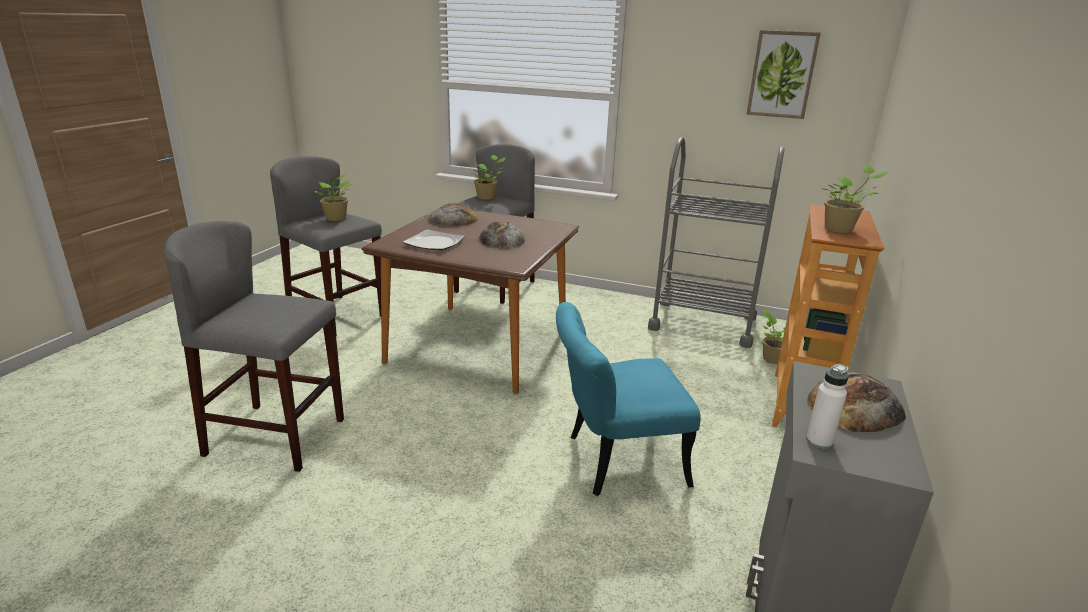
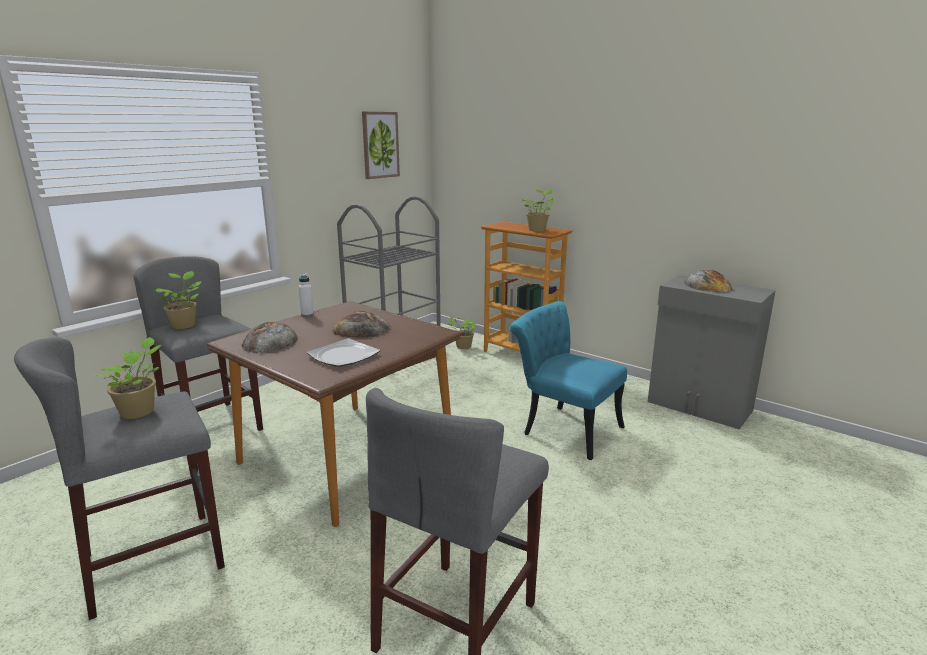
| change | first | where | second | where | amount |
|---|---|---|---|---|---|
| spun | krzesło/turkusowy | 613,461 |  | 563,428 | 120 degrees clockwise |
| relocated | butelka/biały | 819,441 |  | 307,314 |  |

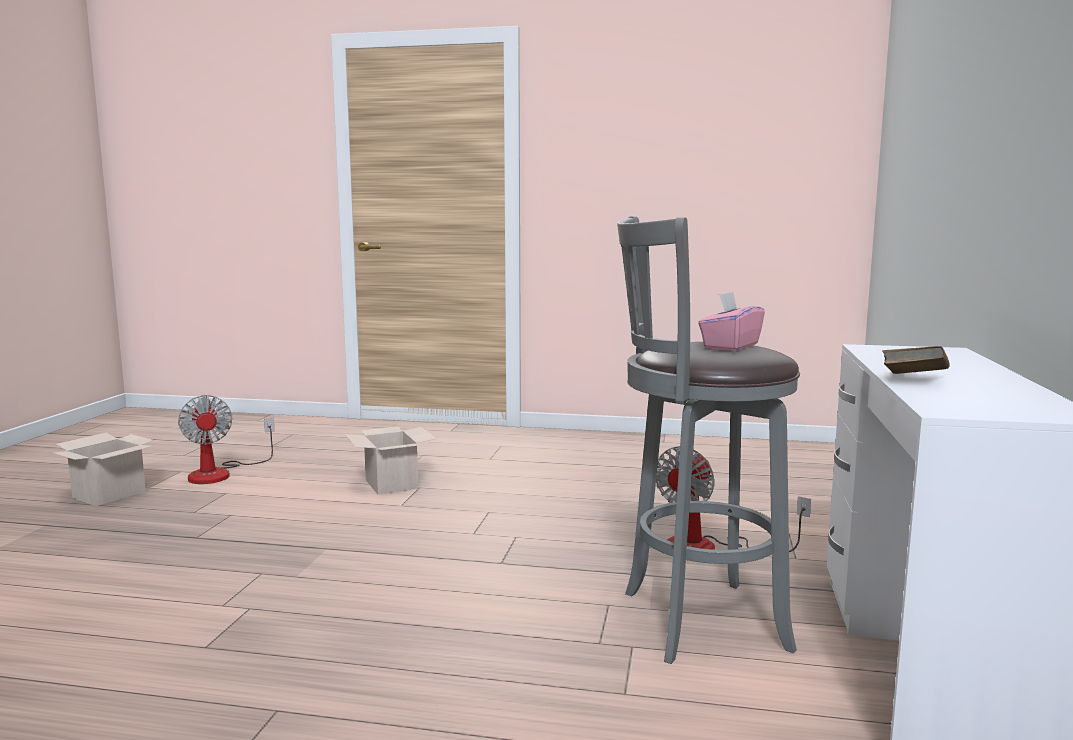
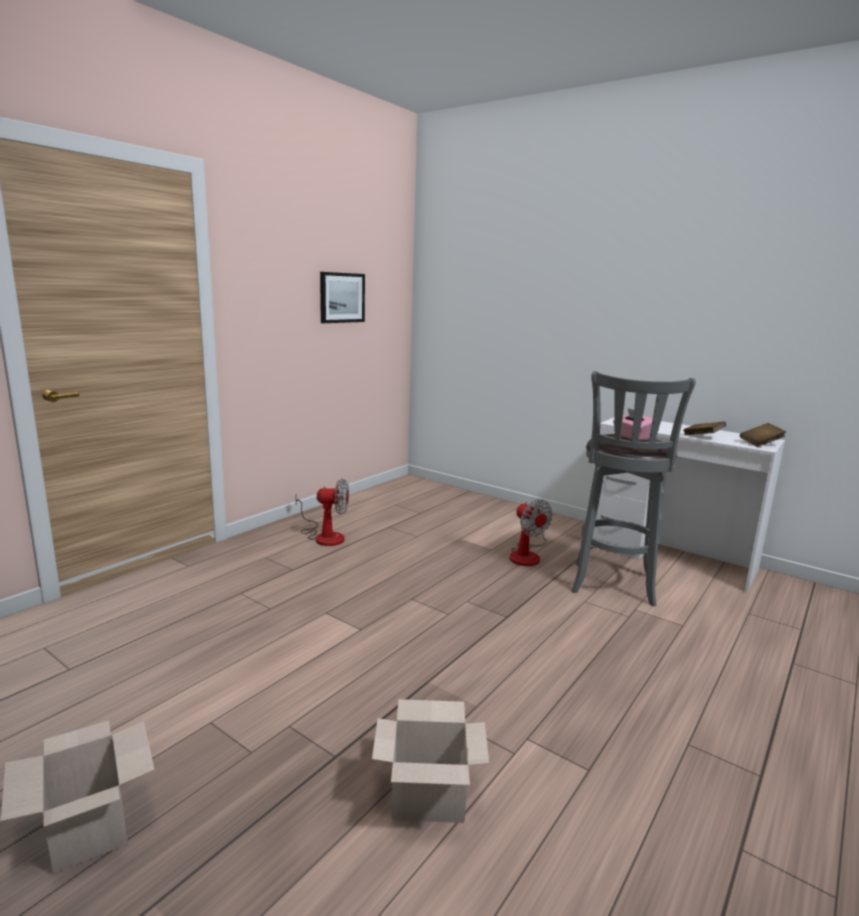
| change | first | where | second | where | amount |
|---|---|---|---|---|---|
| relocated | wentylator | 221,473 |  | 324,536 |  |
| relocated | karton | 393,484 |  | 430,795 |  |
| appeared |  |  | obraz | 341,297 |  |
| appeared |  |  | książka/brązowy | 761,443 |  |

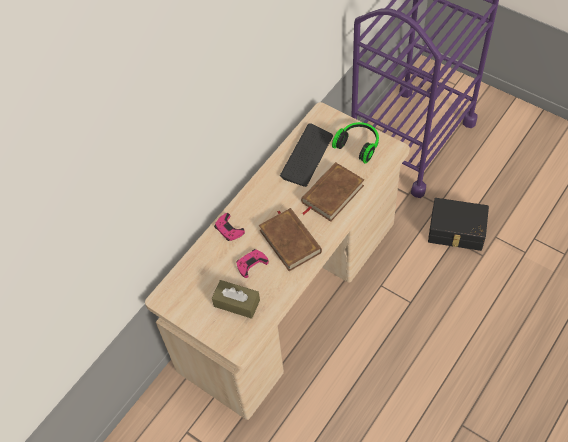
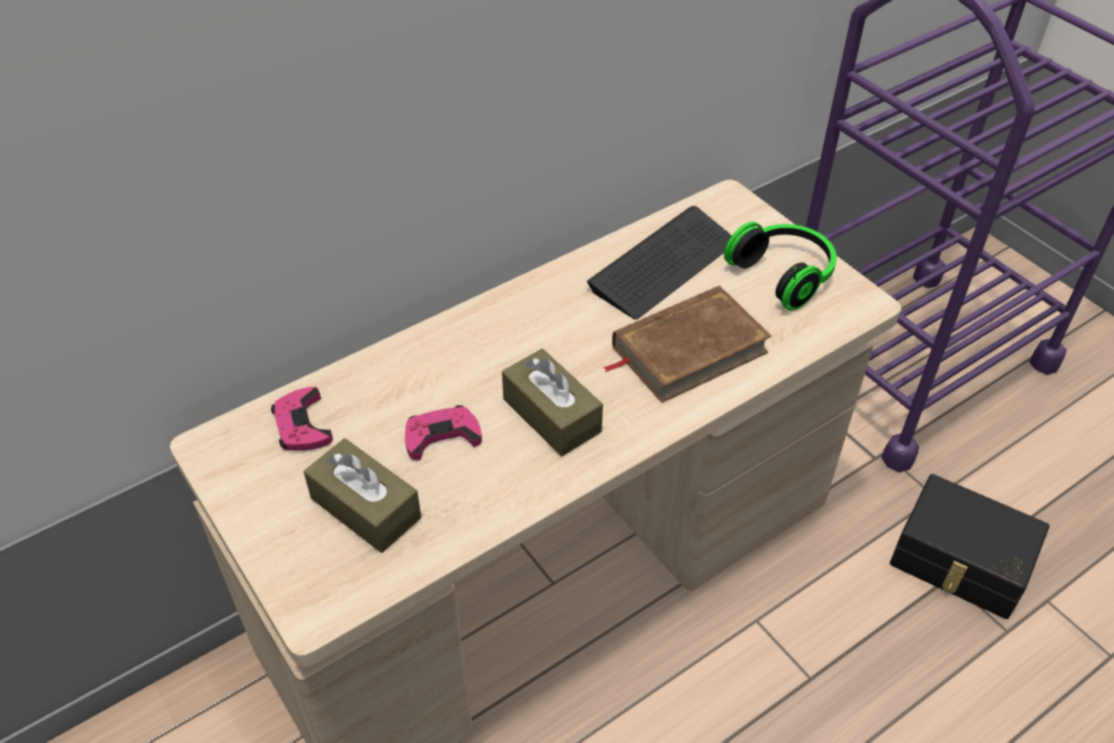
| change | first | where | second | where | amount |
|---|---|---|---|---|---|
| exchanged | książka/brązowy | 290,241 | pudełko chusteczek/brązowy | 551,415 |  |
| relocated | pad do gier/różowy | 229,229 |  | 302,425 |  |

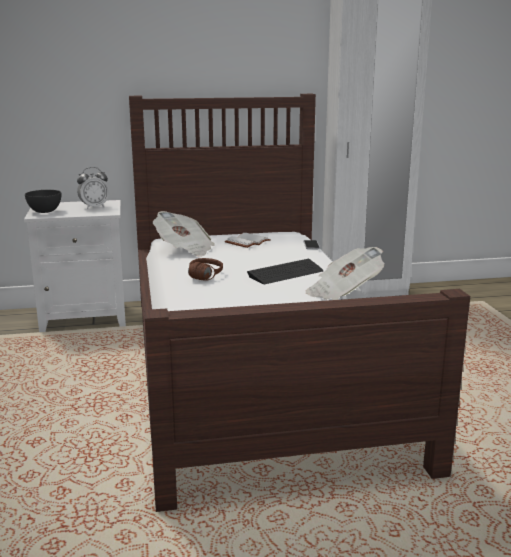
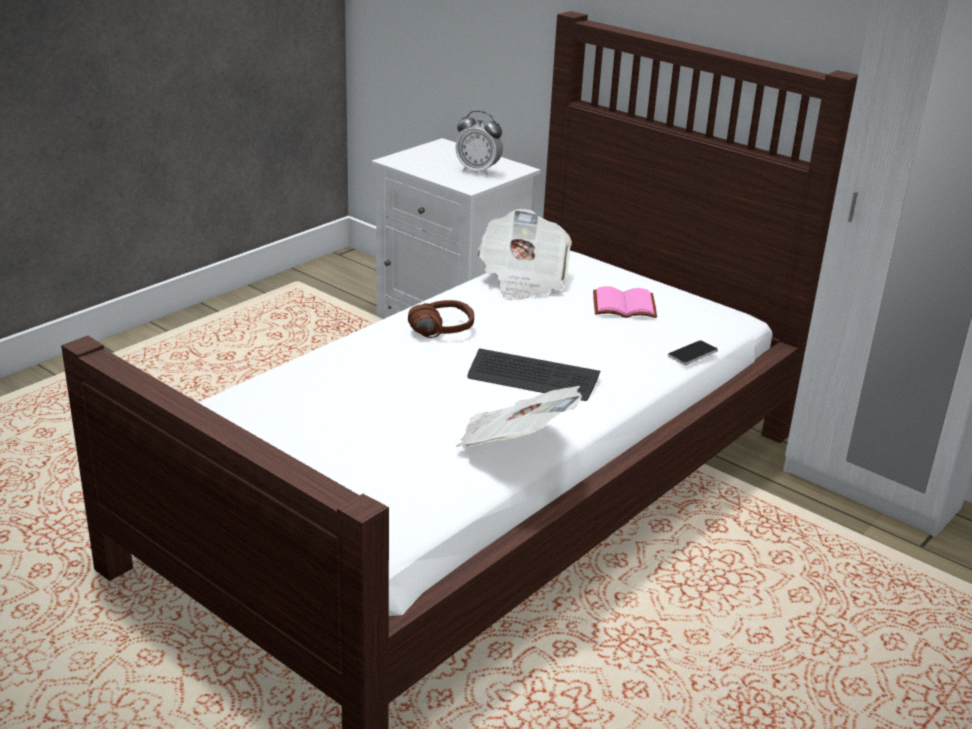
| change | first | where | second | where | amount |
|---|---|---|---|---|---|
| missing | miska/szary | 45,211 |  |  |  |
| colour | książka/biały | 248,242 | książka/różowy | 623,307 |  |

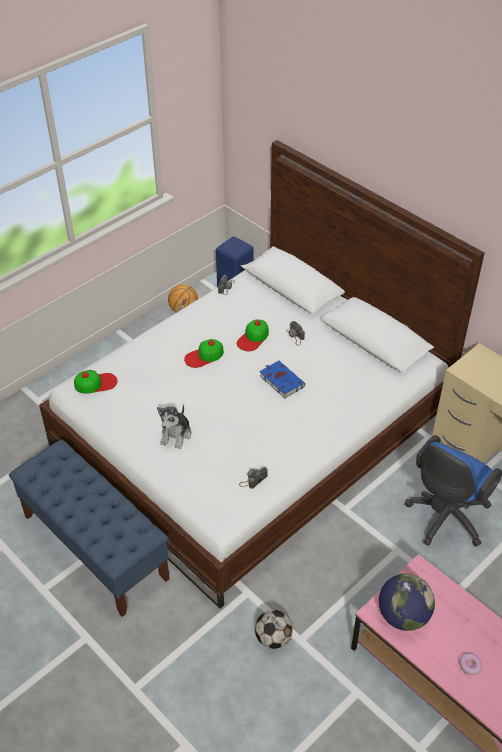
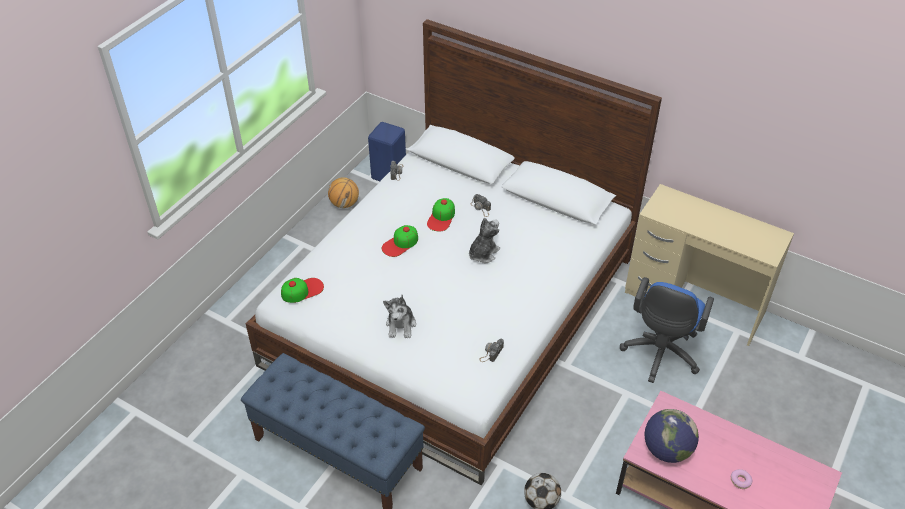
| change | first | where | second | where | amount |
|---|---|---|---|---|---|
| exchanged | książka/niebieski | 280,380 | pluszak | 483,253 |  |

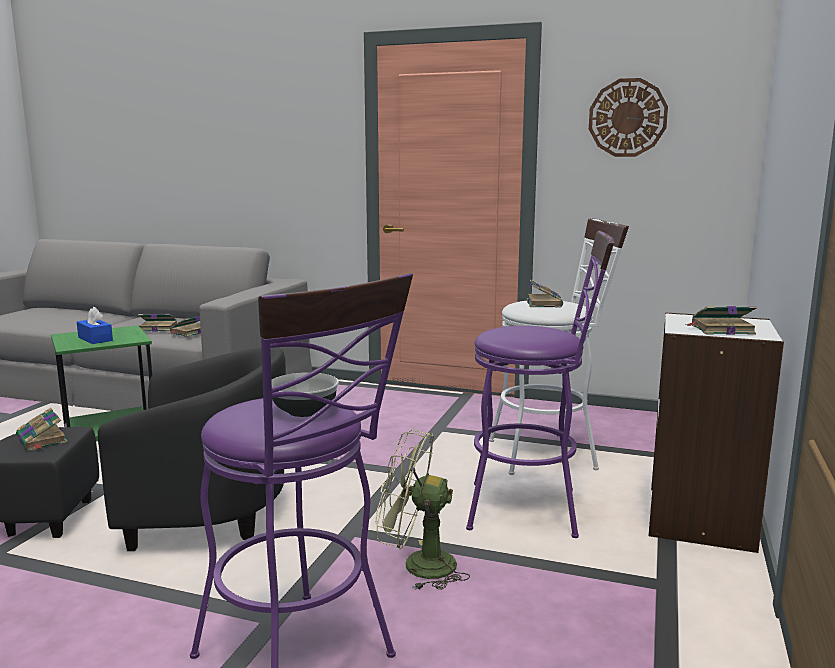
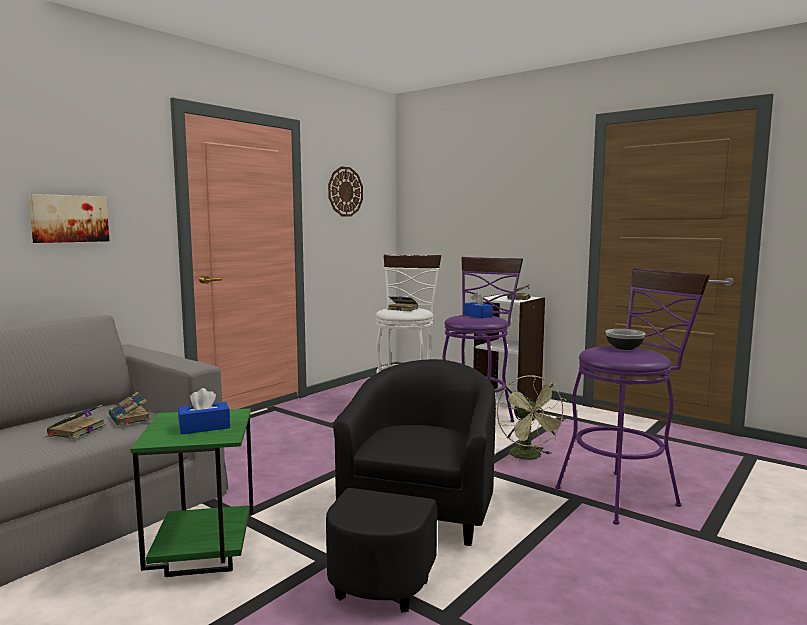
| change | first | where | second | where | amount |
|---|---|---|---|---|---|
| missing | książka | 42,440 |  |  |  |
| spun | wentylator/zielony | 417,565 |  | 529,457 | 45 degrees counterclockwise |
| appeared |  |  | obraz | 69,218 |  |
| appeared |  |  | pudełko chusteczek/niebieski | 478,315 |  |

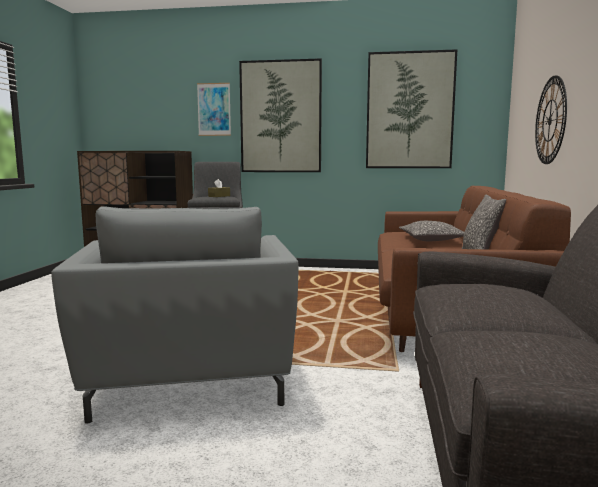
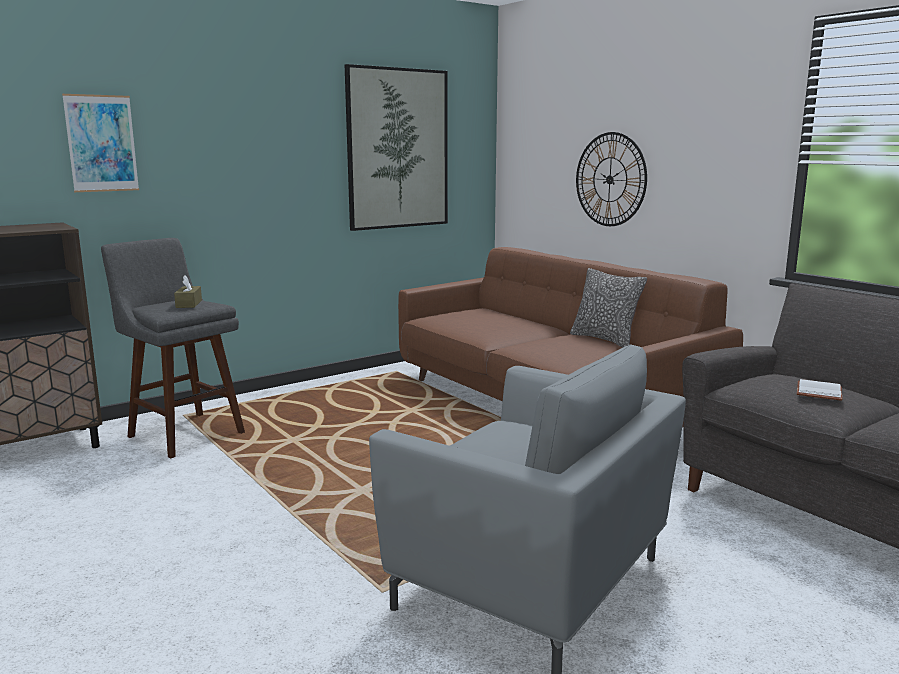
| change | first | where | second | where | amount |
|---|---|---|---|---|---|
| missing | obraz | 280,117 |  |  |  |
| missing | poduszka | 431,240 |  |  |  |
| appeared |  |  | książka/biały | 817,391 |  |

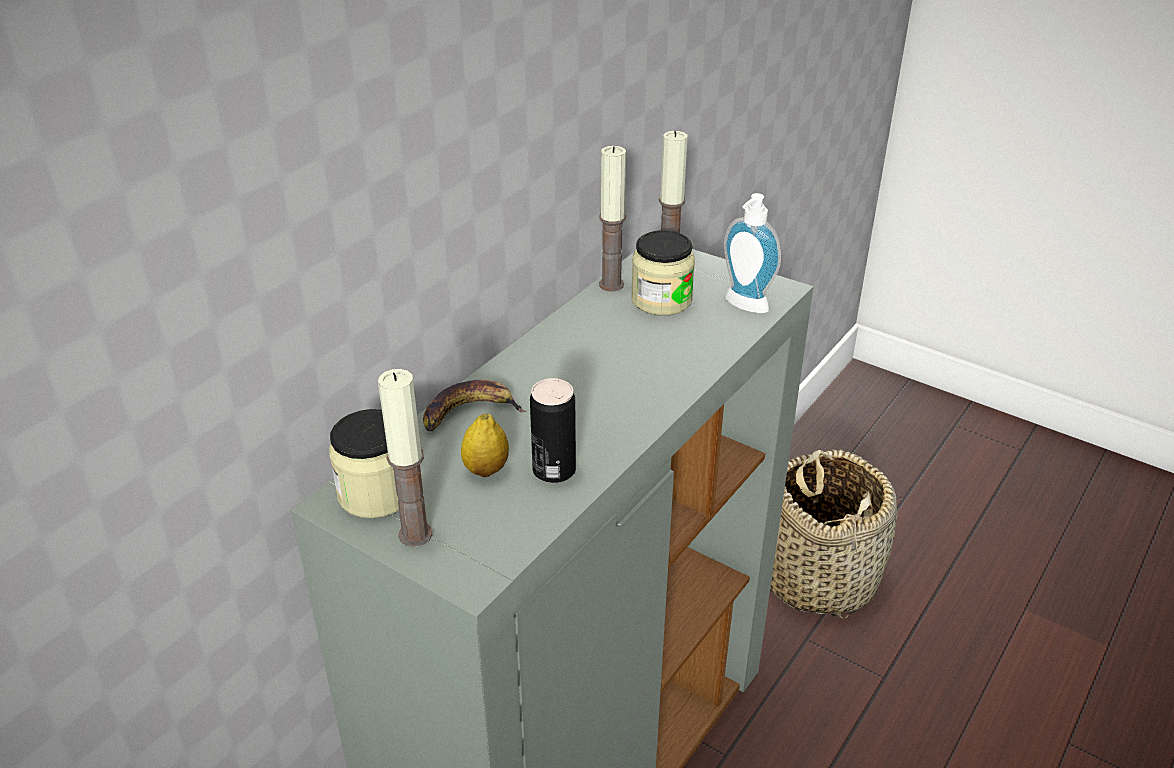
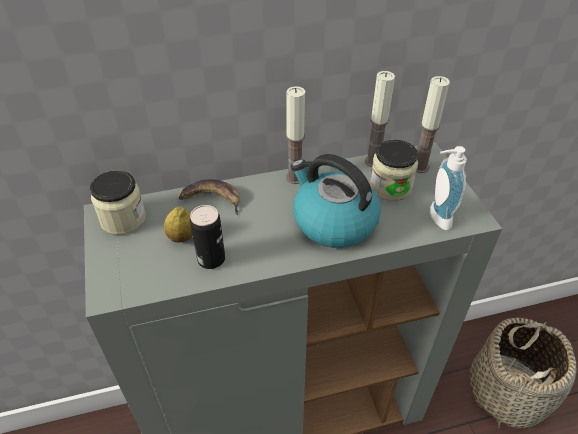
| change | first | where | second | where | amount |
|---|---|---|---|---|---|
| relocated | świeca | 415,534 |  | 294,178 |  |
| appeared |  |  | czajnik | 333,221 |  |

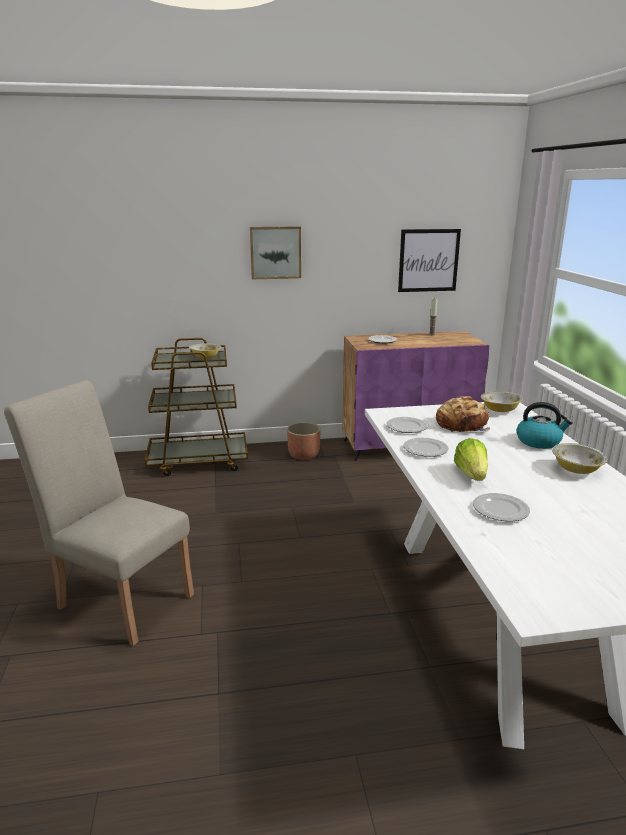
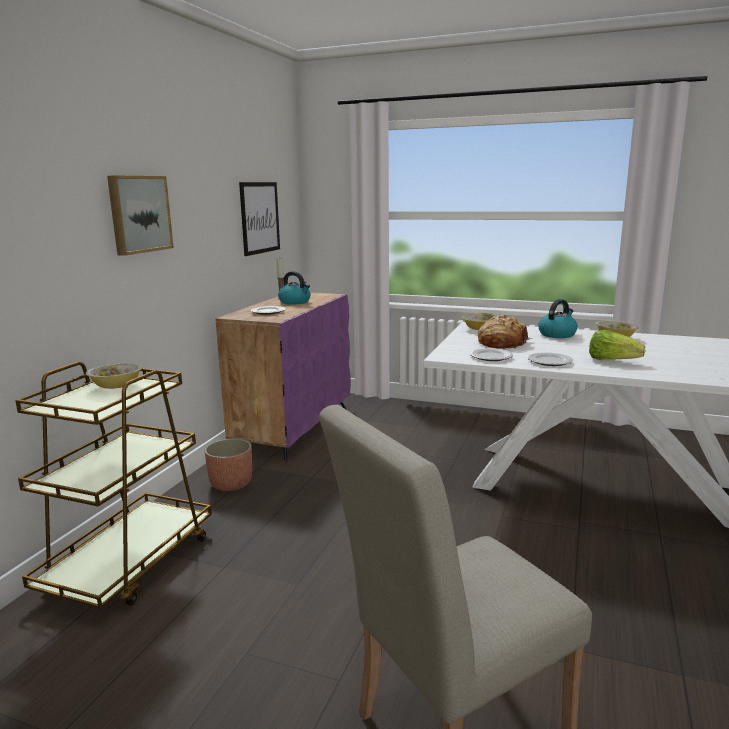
| change | first | where | second | where | amount |
|---|---|---|---|---|---|
| missing | talerz | 501,510 |  |  |  |
| appeared |  |  | czajnik | 295,302 |  |

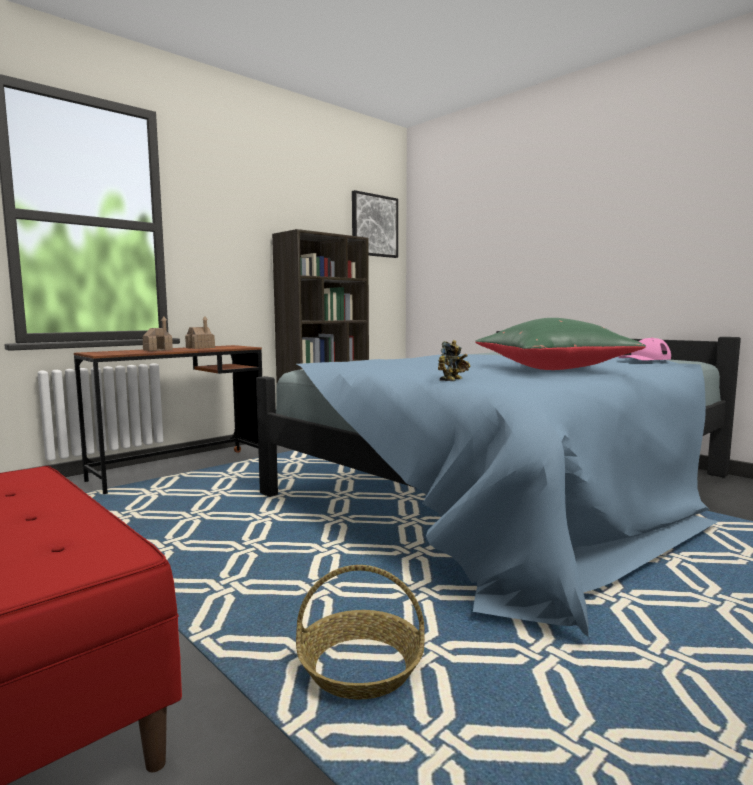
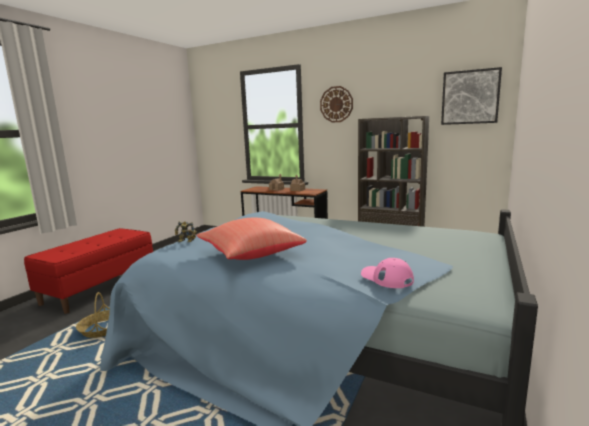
| change | first | where | second | where | amount |
|---|---|---|---|---|---|
| colour | poduszka/zielony | 554,369 | poduszka/czerwony | 250,255 |  |
| appeared |  |  | zegar ścienny | 336,104 |  |

